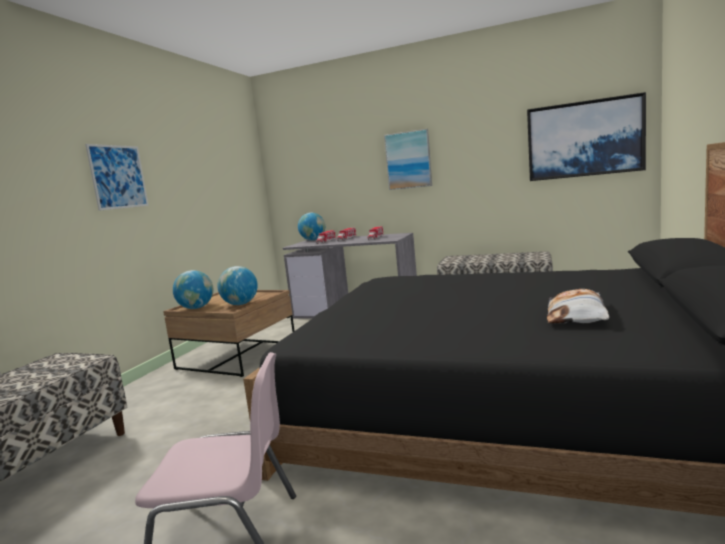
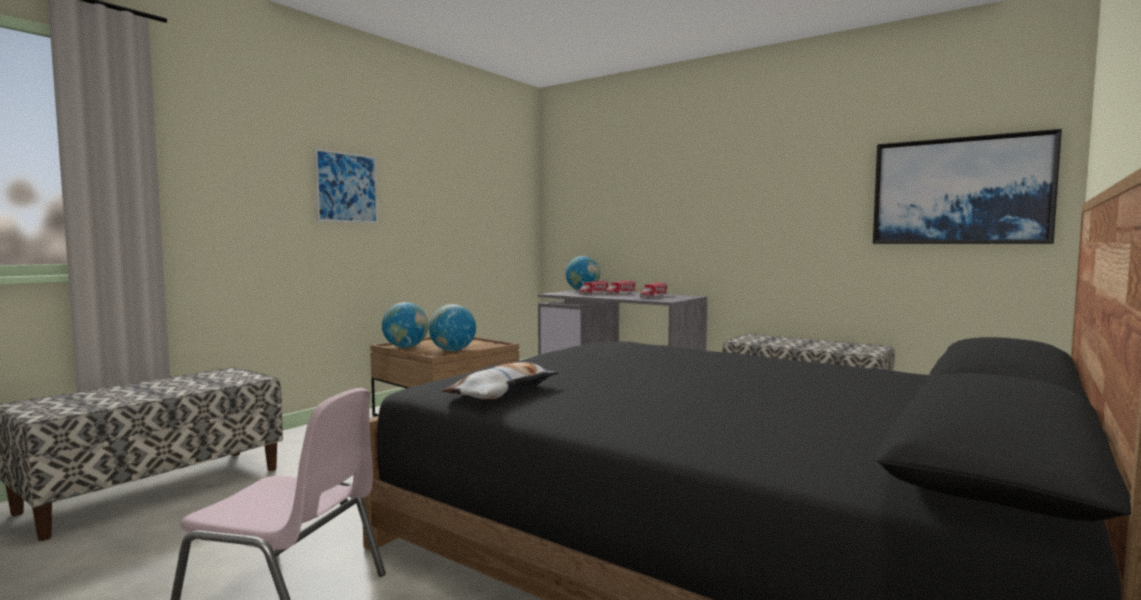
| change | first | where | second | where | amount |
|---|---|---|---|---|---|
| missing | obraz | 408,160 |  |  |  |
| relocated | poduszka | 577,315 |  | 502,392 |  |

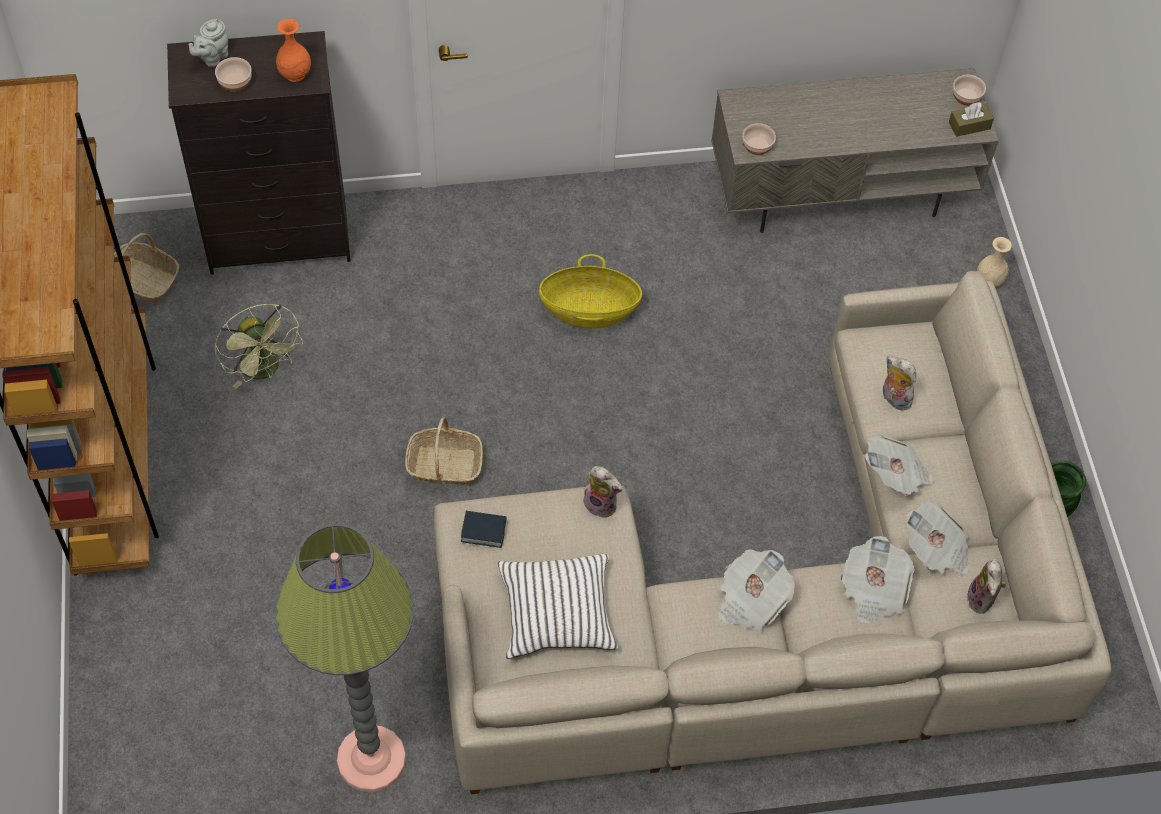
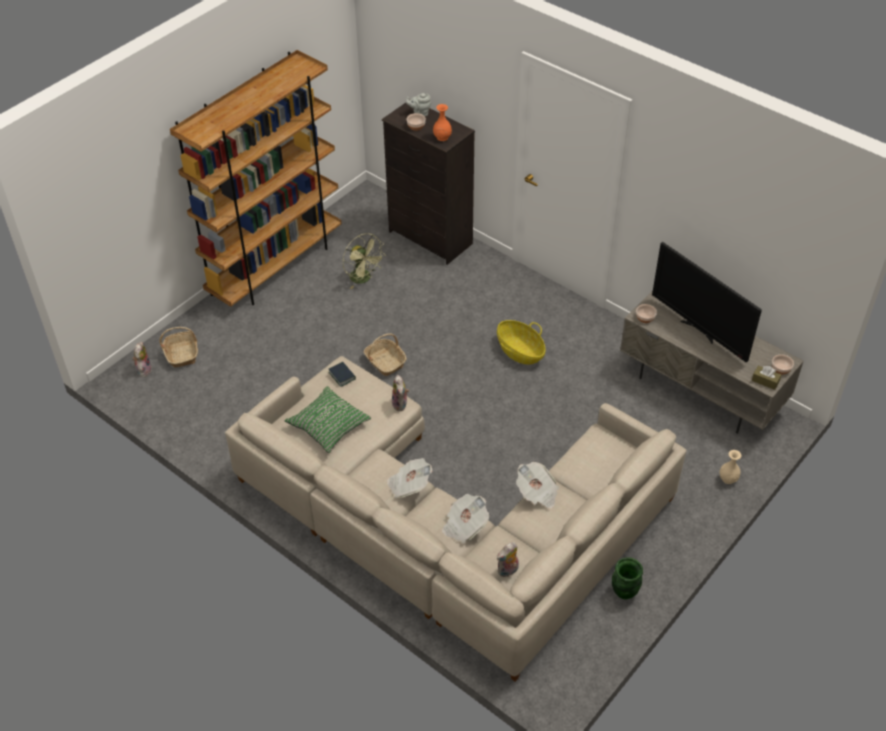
| change | first | where | second | where | amount |
|---|---|---|---|---|---|
| relocated | koszyk | 143,280 |  | 182,353 |  |
| spun | wentylator/zielony | 265,370 |  | 364,279 | 60 degrees counterclockwise |
| relocated | pluszak | 893,399 |  | 143,370 |  |
| missing | gazeta | 936,550 |  |  |  |
| missing | lampa stojąca | 371,759 |  |  |  |
| colour | poduszka/biały | 557,612 | poduszka/zielony | 328,425 |  |
| appeared |  |  | telewizor | 699,330 |  |

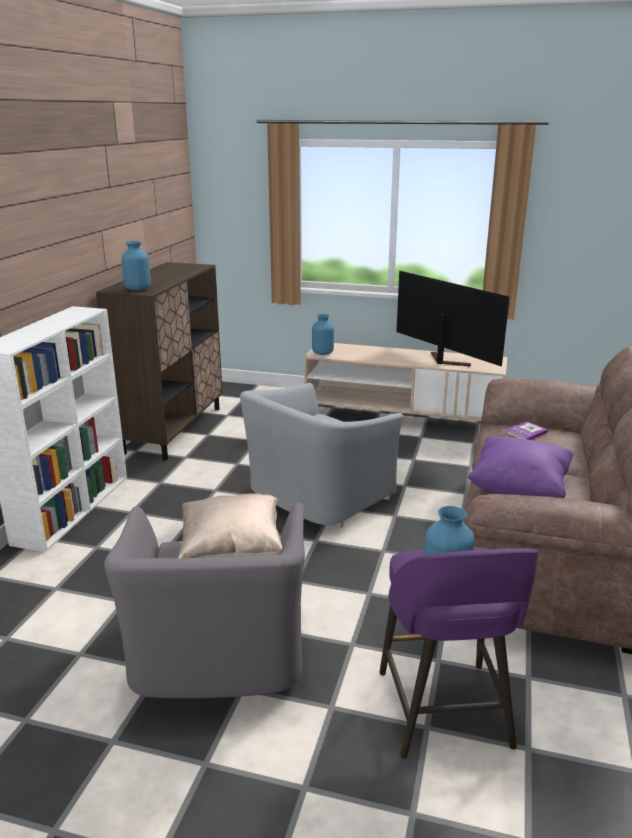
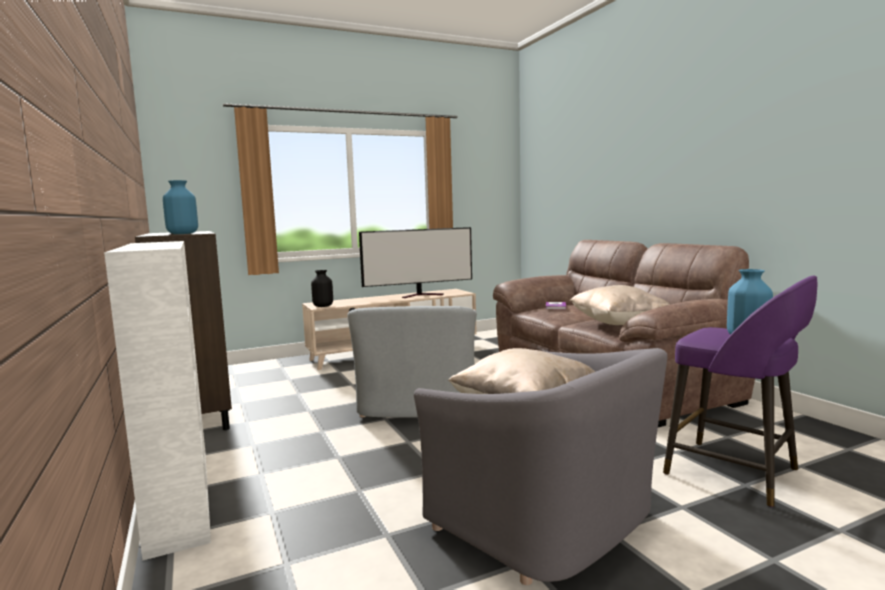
| change | first | where | second | where | amount |
|---|---|---|---|---|---|
| spun | telewizor | 443,361 |  | 422,295 | 150 degrees clockwise |
| colour | wazon/niebieski | 322,353 | wazon/czarny | 323,306 |  |
| colour | poduszka/fioletowy | 519,489 | poduszka/beżowy | 618,323 |  |

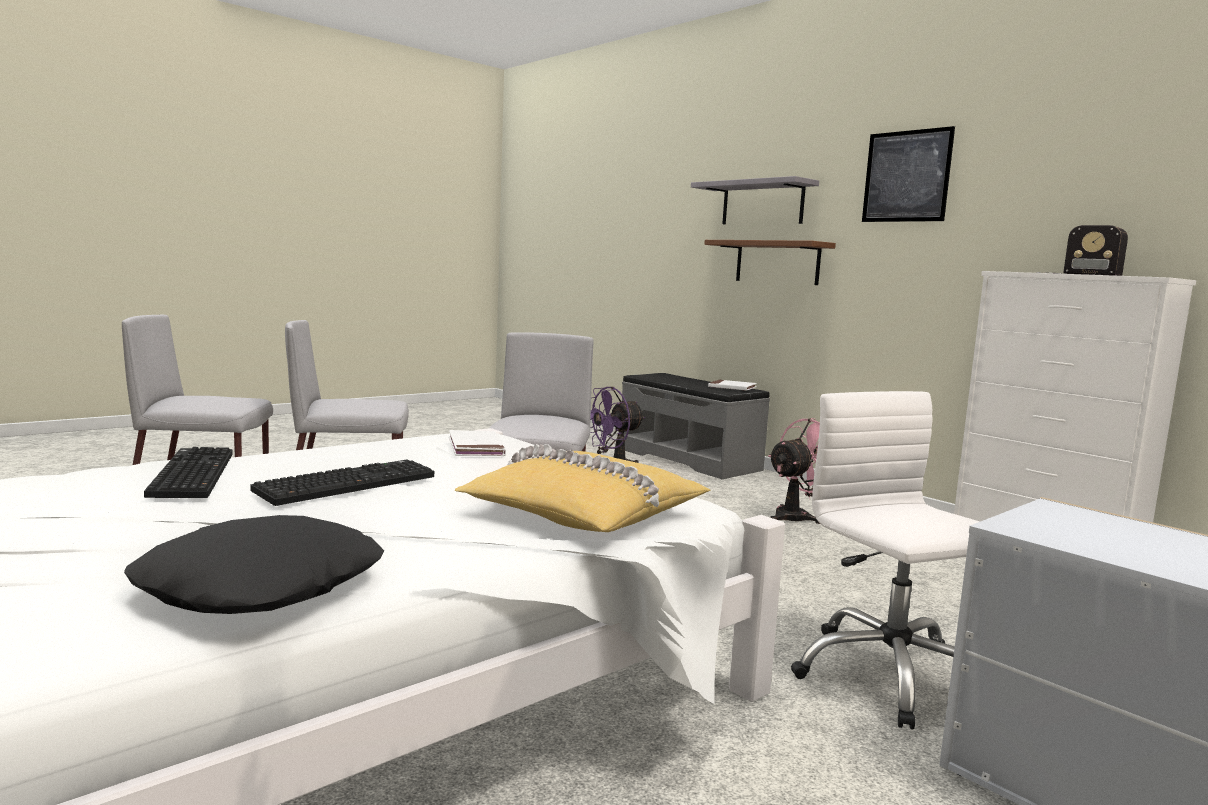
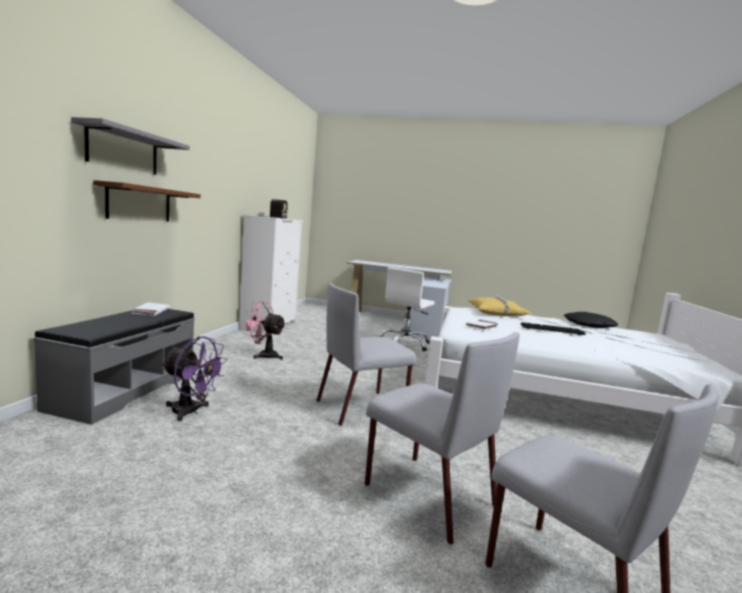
| change | first | where | second | where | amount |
|---|---|---|---|---|---|
| missing | obraz | 906,176 |  |  |  |
| missing | klawiatura | 190,474 |  |  |  |

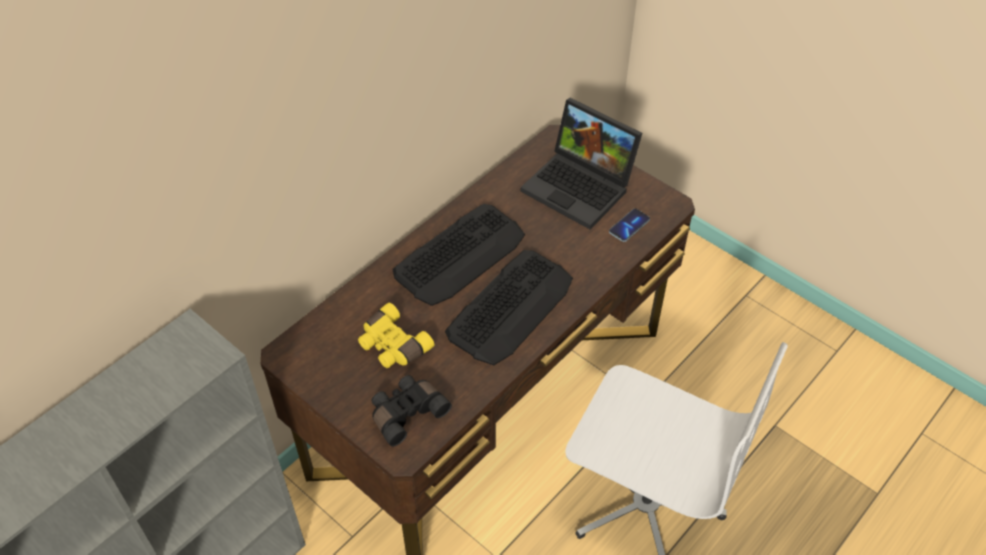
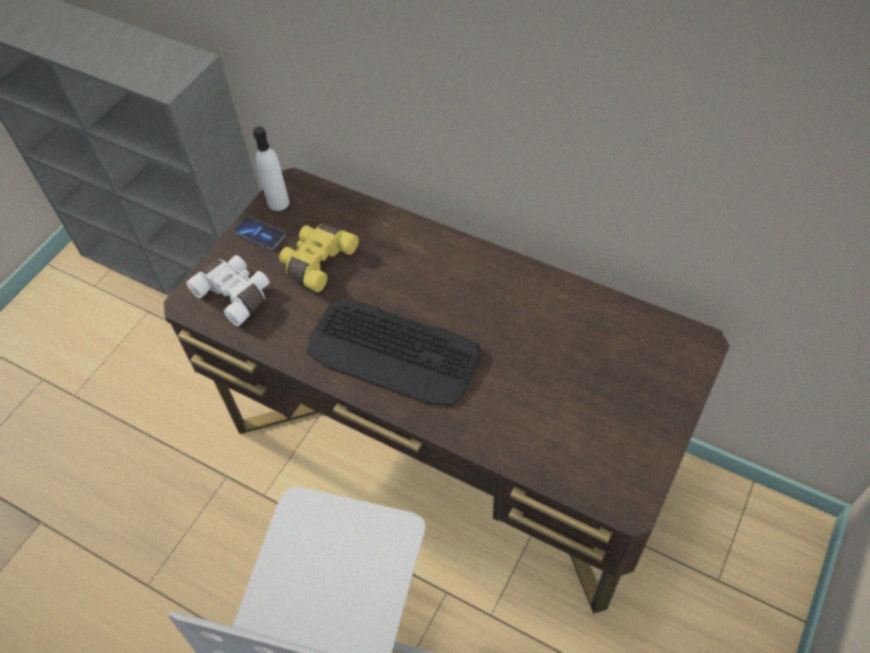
| change | first | where | second | where | amount |
|---|---|---|---|---|---|
| missing | laptop | 581,187 |  |  |  |
| missing | klawiatura | 460,255 |  |  |  |
| relocated | telefon | 629,226 |  | 259,234 |  |
| colour | lornetka/czarny | 406,413 | lornetka/biały | 236,294 |  |
| appeared |  |  | butelka/biały | 278,202 |  |

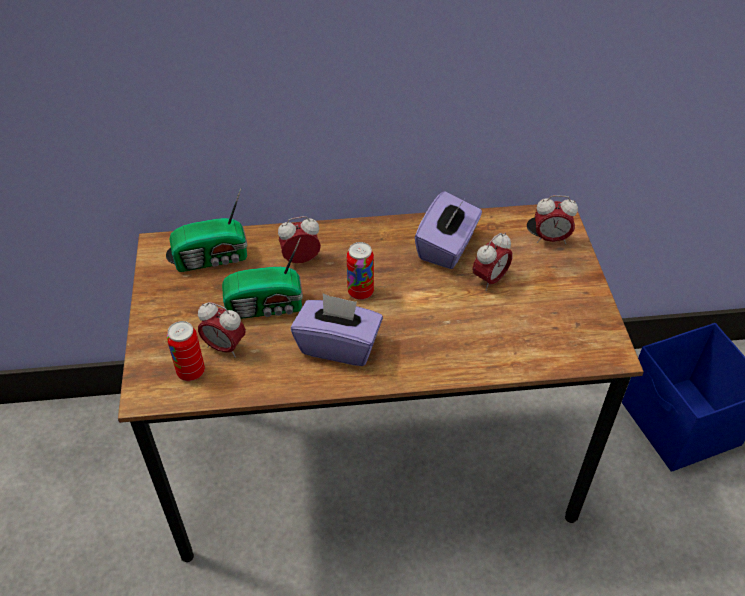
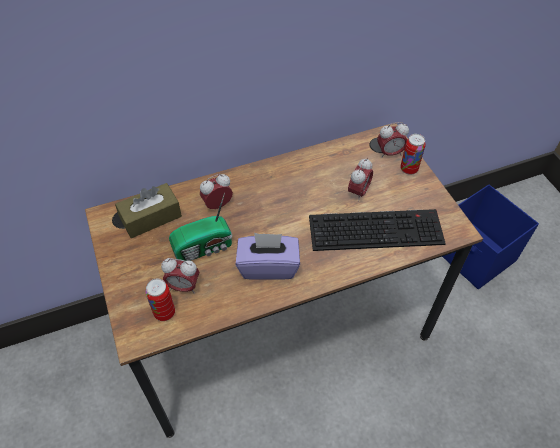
| change | first | where | second | where | amount |
|---|---|---|---|---|---|
| exchanged | radio | 214,258 | pudełko chusteczek/brązowy | 151,217 |  |
| missing | pudełko chusteczek/fioletowy | 447,247 |  |  |  |
| relocated | puszka | 360,292 |  | 409,169 |  |
| appeared |  |  | klawiatura | 377,229 |  |

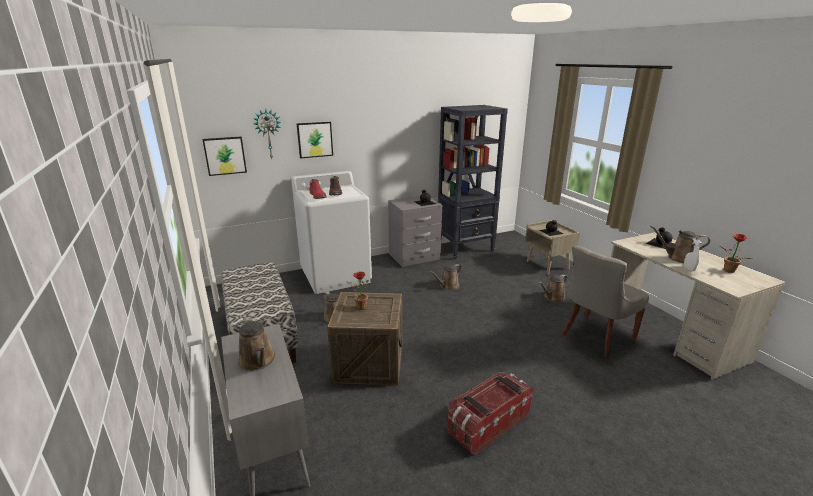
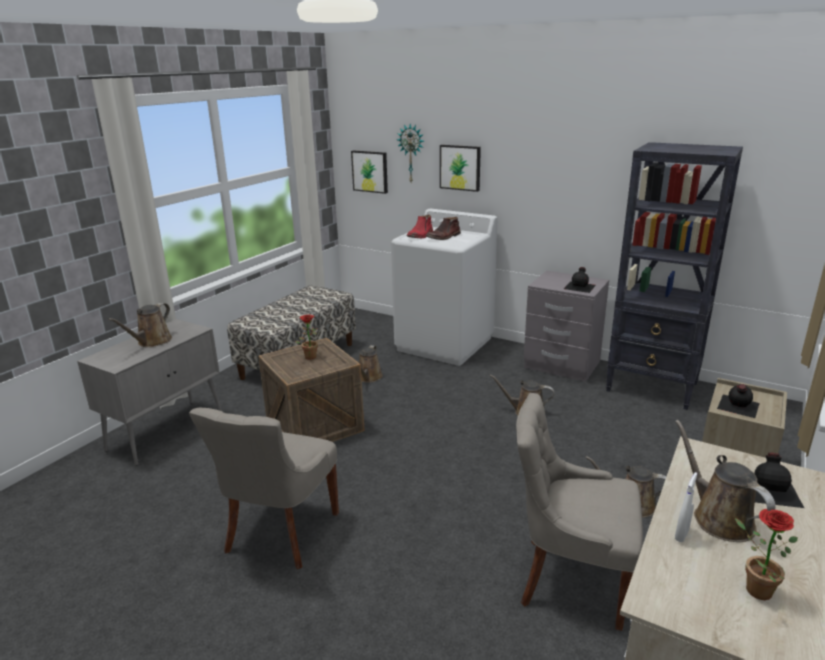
| change | first | where | second | where | amount |
|---|---|---|---|---|---|
| exchanged | pojemnik do przechowywania | 487,424 | krzesło/szary | 279,533 |  |

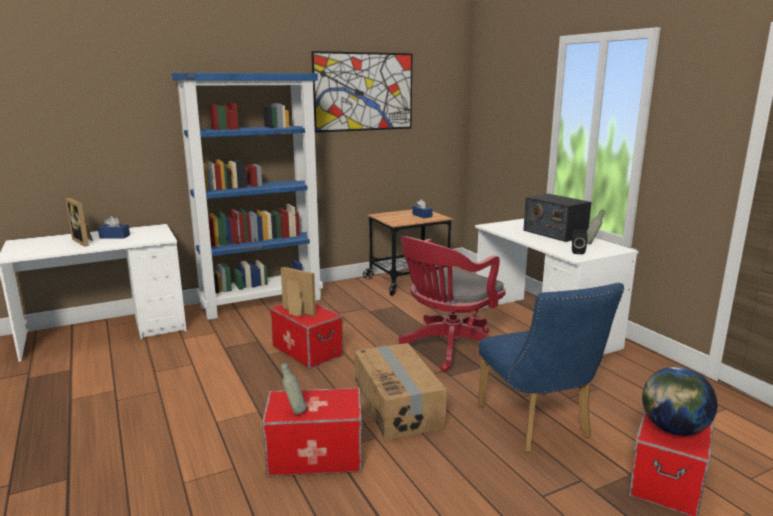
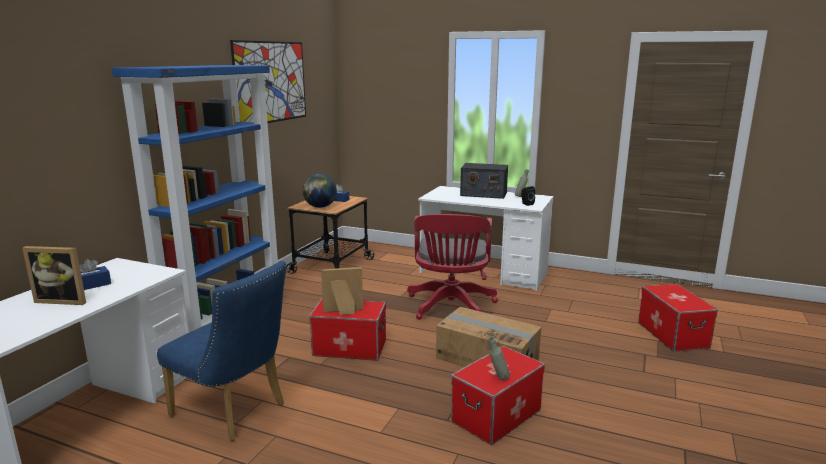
| change | first | where | second | where | amount |
|---|---|---|---|---|---|
| relocated | krzesło/niebieski | 537,426 |  | 234,412 |  |
| relocated | globus | 673,429 |  | 320,207 |  |

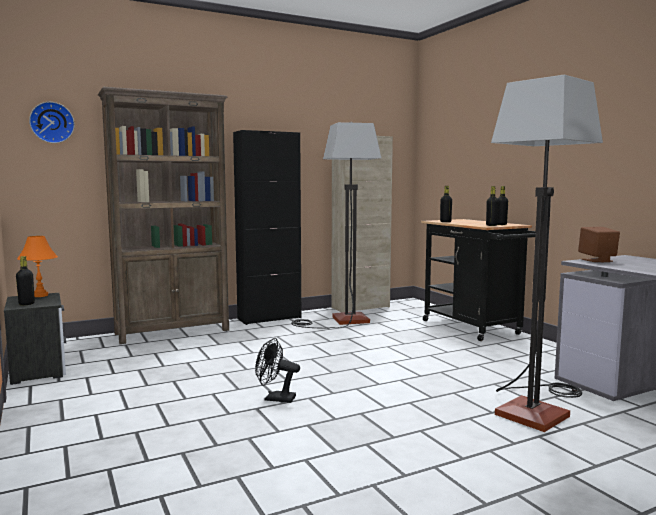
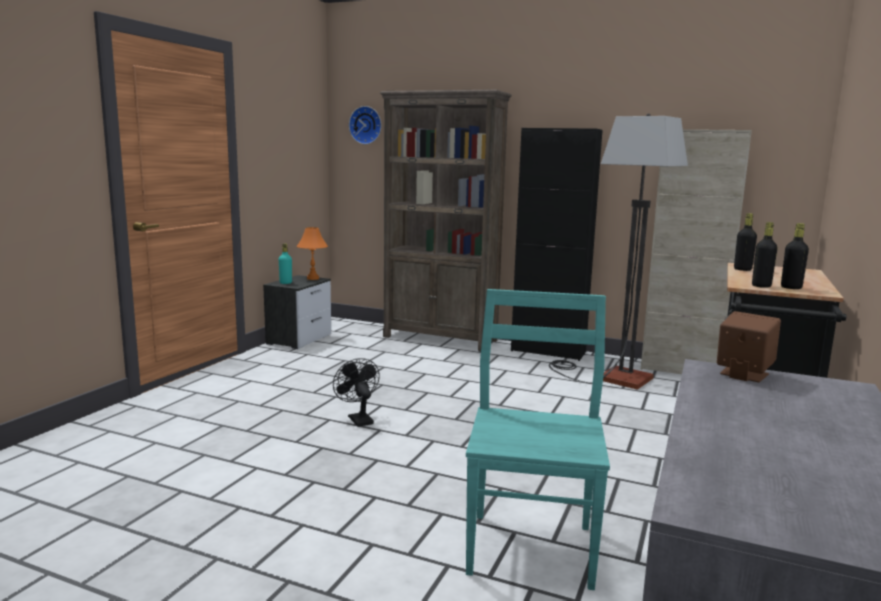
| change | first | where | second | where | amount |
|---|---|---|---|---|---|
| exchanged | lampa stojąca | 536,408 | krzesło/turkusowy | 531,547 |  |
| colour | butelka/czarny | 26,304 | butelka/turkusowy | 285,283 |  |

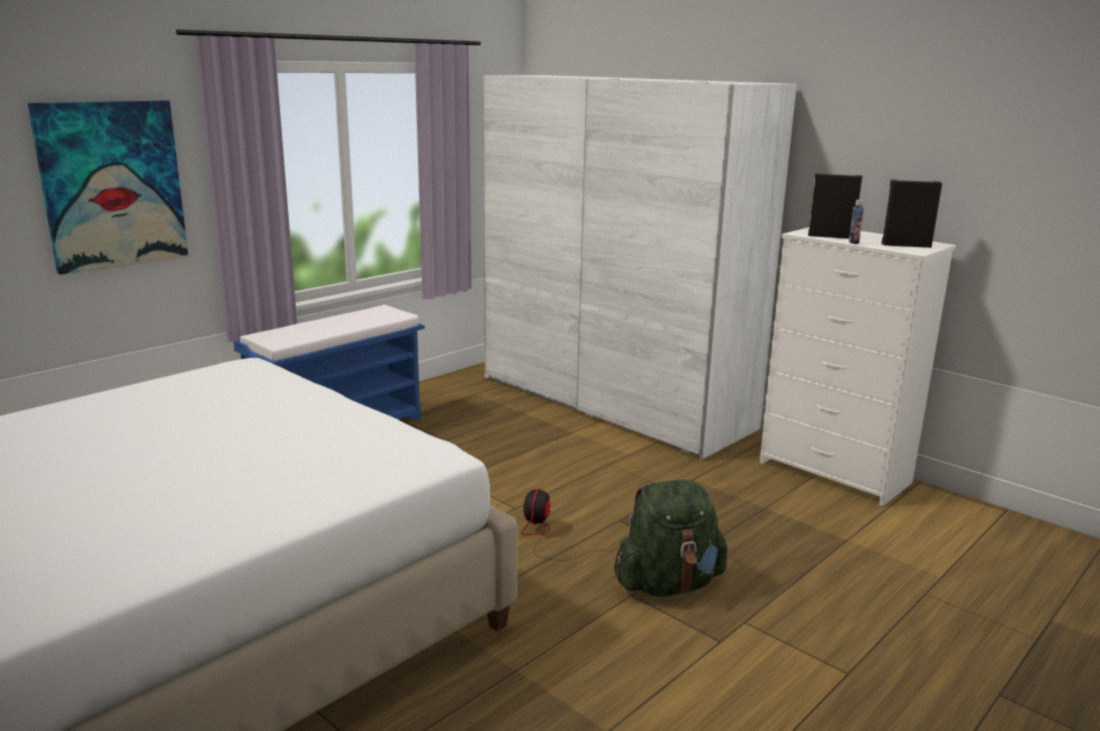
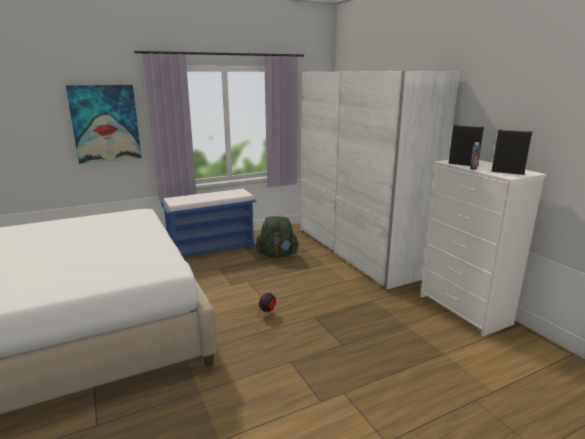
| change | first | where | second | where | amount |
|---|---|---|---|---|---|
| relocated | plecak/zielony | 668,584 |  | 277,255 |  |

